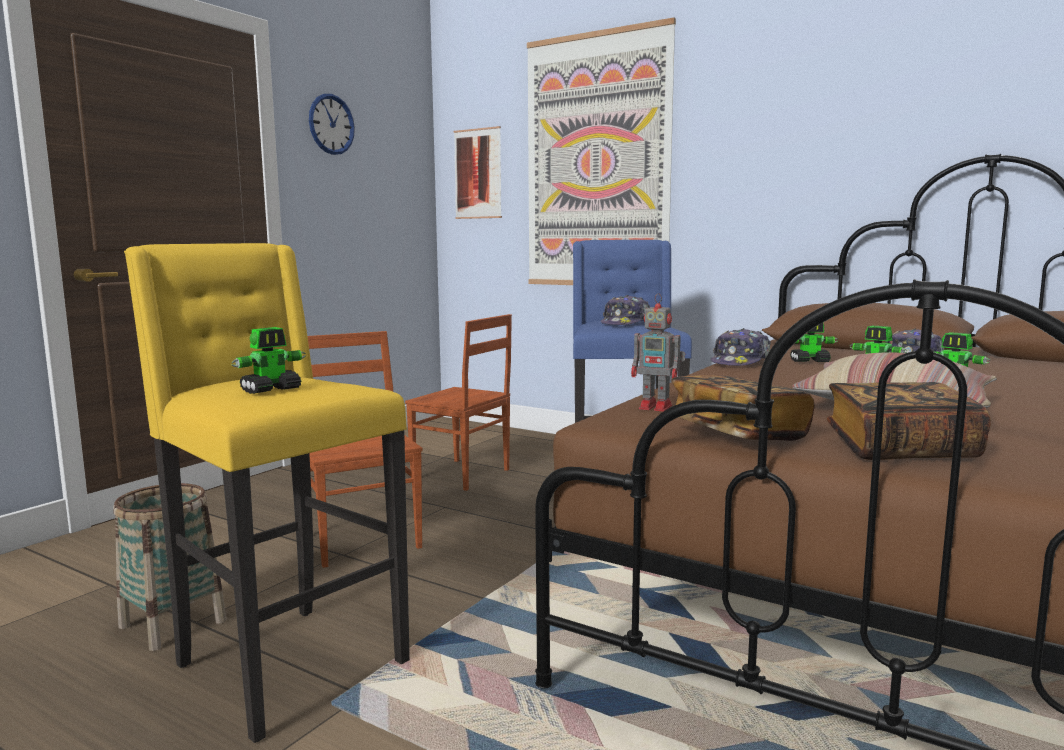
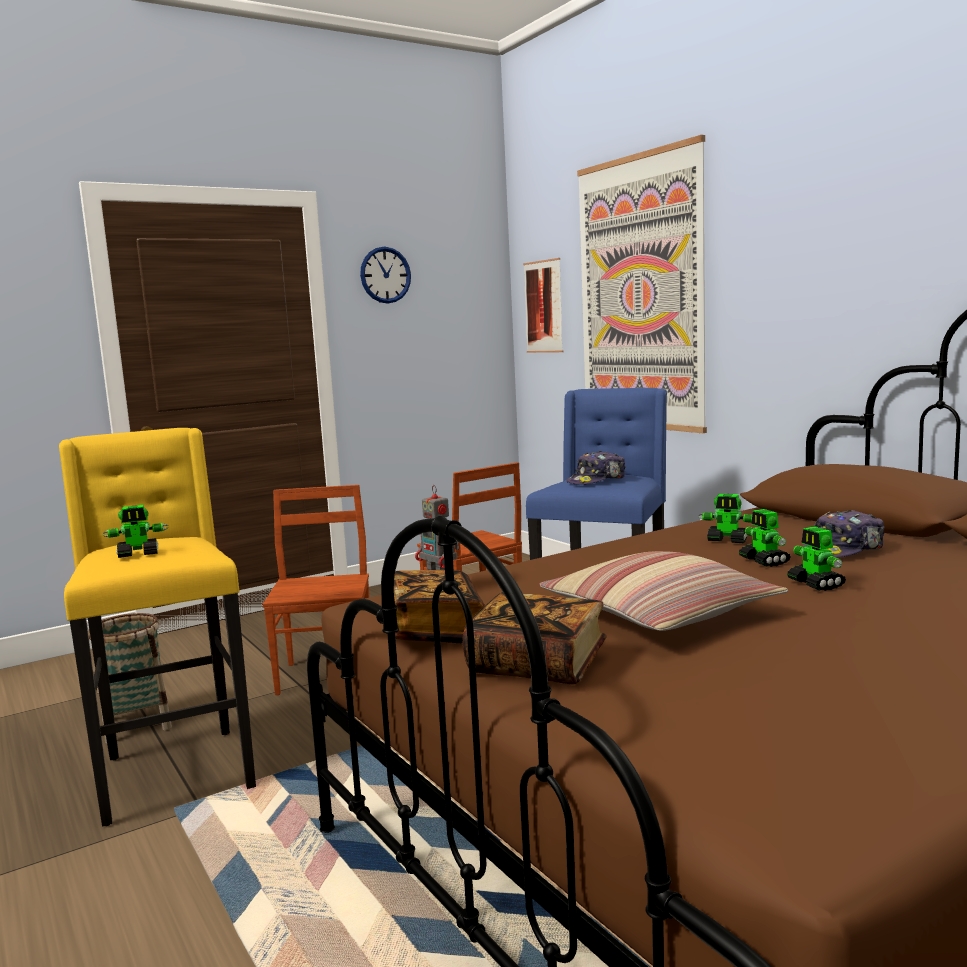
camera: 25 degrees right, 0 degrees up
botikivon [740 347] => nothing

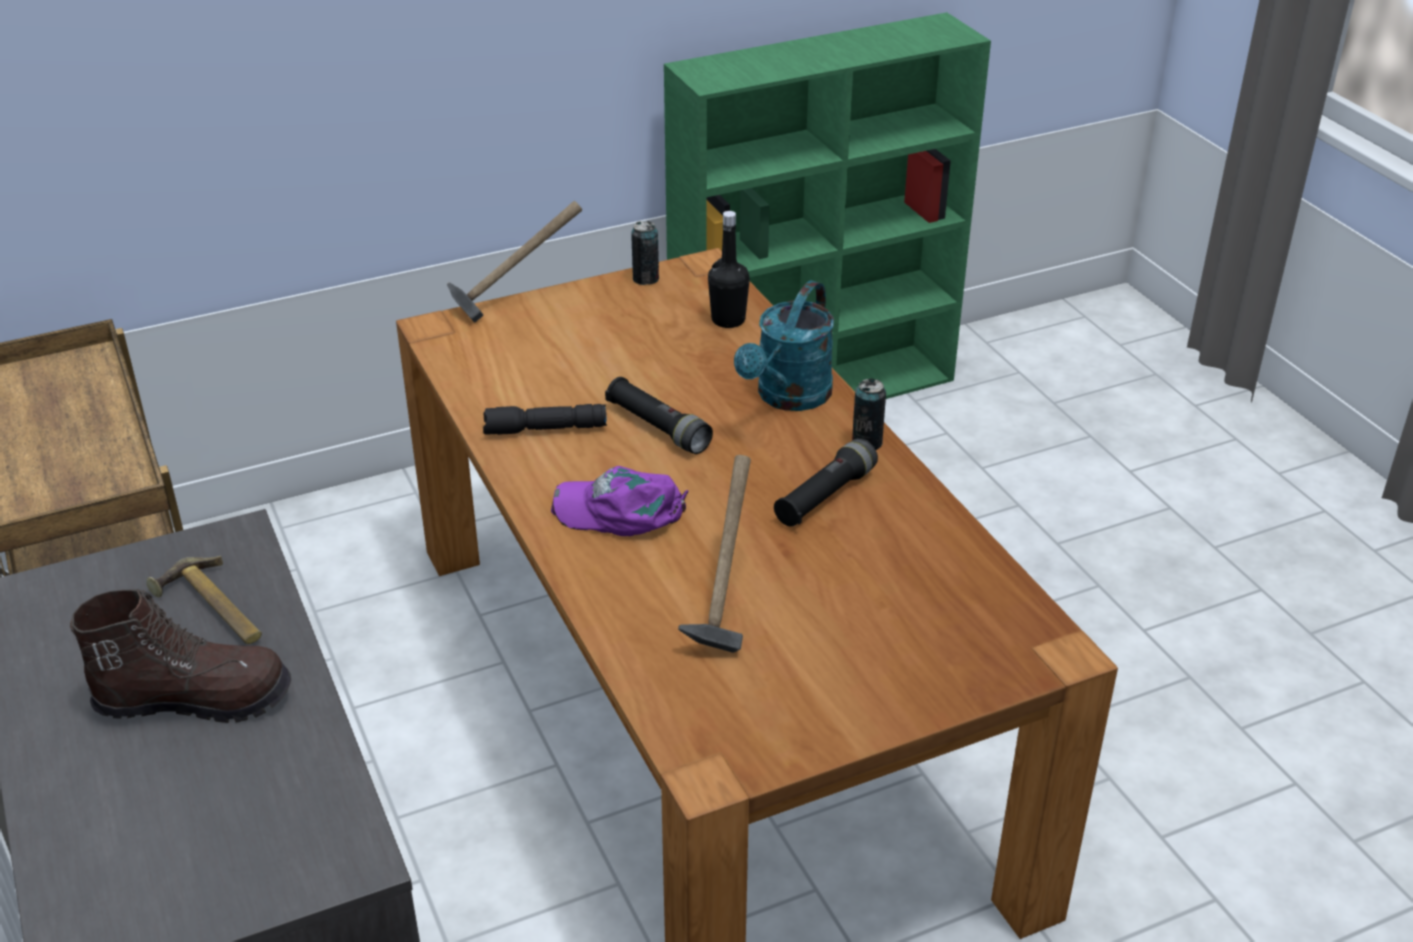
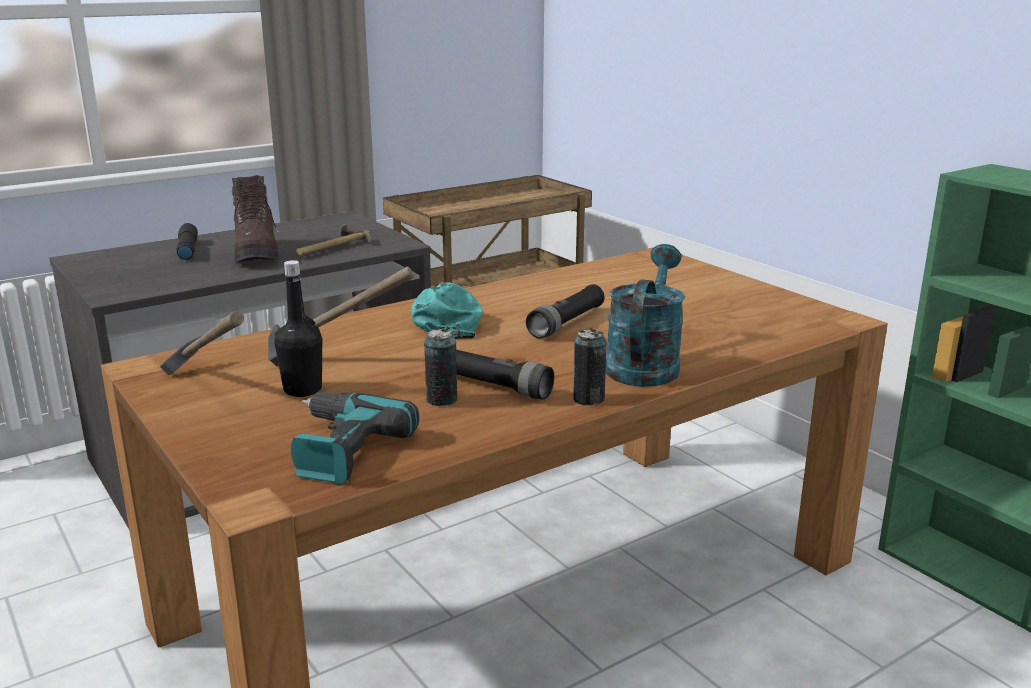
camera: 80 degrees right, 15 degrees down
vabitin [514 261] => vabitin [202 343], relocated
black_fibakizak [729 269] => black_fibakizak [298 328], relocated
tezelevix [645 253] => tezelevix [440 367], relocated
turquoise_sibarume [784 346] => turquoise_sibarume [645 315], 90 degrees clockwise
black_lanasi [545 419] => black_lanasi [187 241], relocated
purple_botikivon [619 501] => turquoise_botikivon [447 311]
nothing => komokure [355 438]

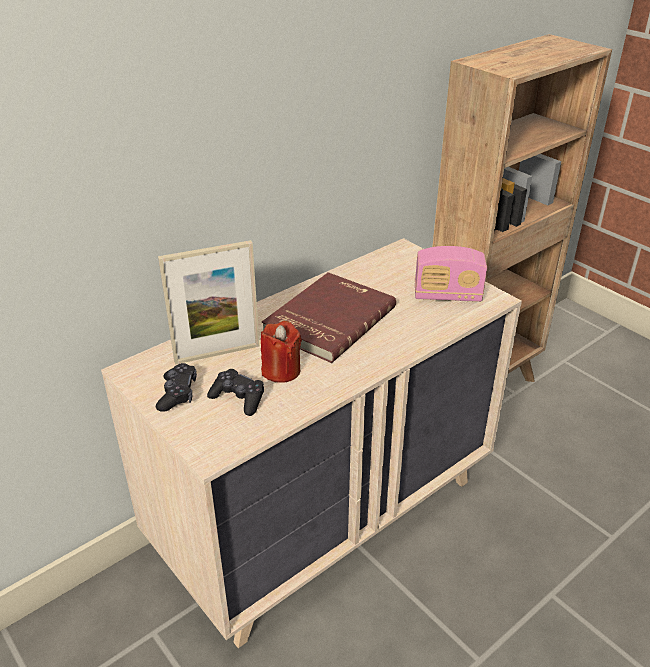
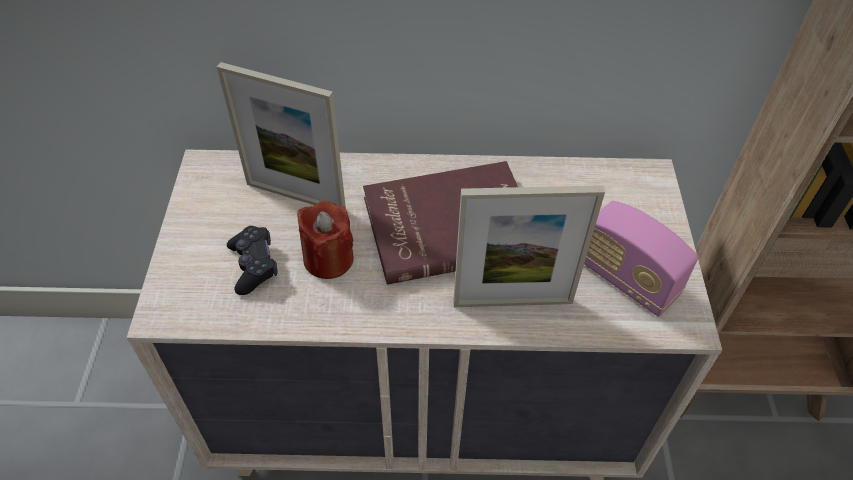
camera: 40 degrees right, 15 degrees up
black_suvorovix [176 387] => nothing
nothing => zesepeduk [529 246]

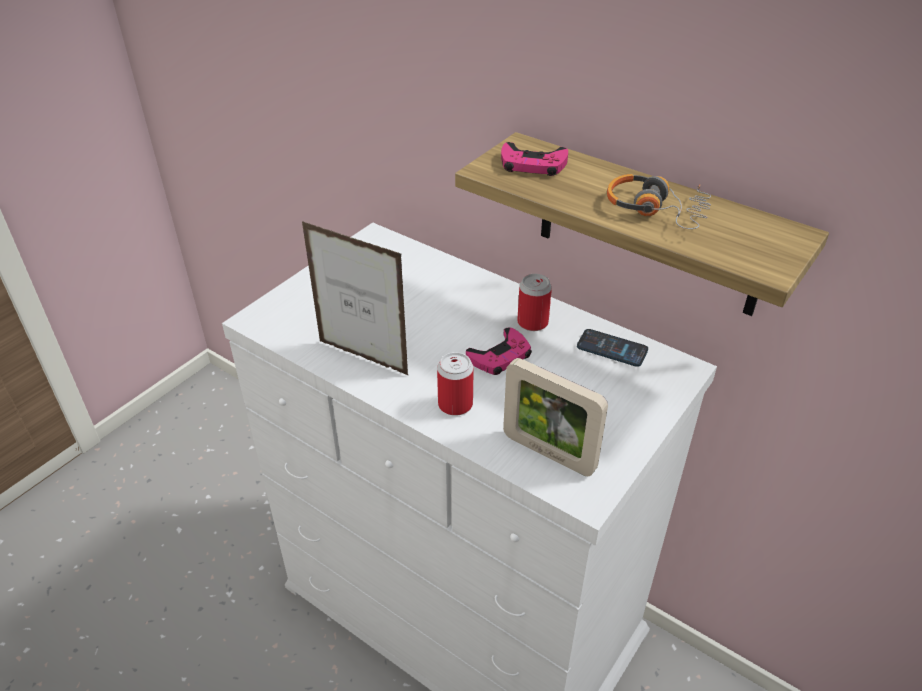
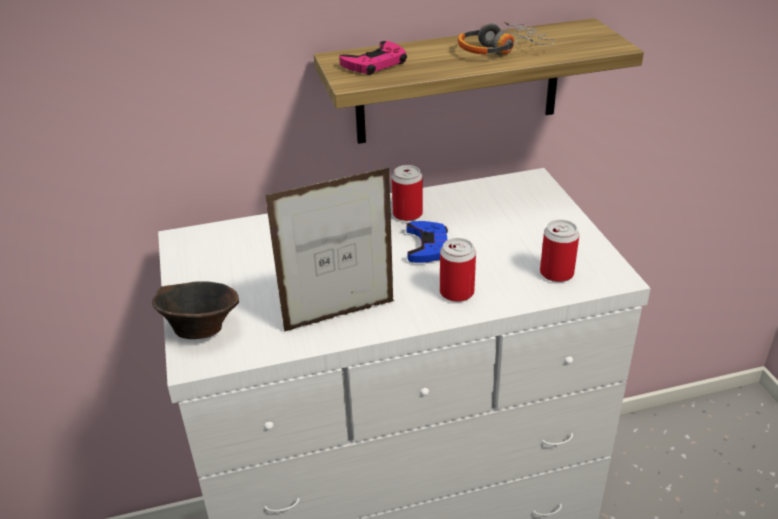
camera: 50 degrees left, 5 degrees down
pink_suvorovix [499 351] => blue_suvorovix [427 242]
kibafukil [612 348] => nothing
zesepeduk [555 417] => tezelevix [559 251]
nothing => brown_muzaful [195 310]

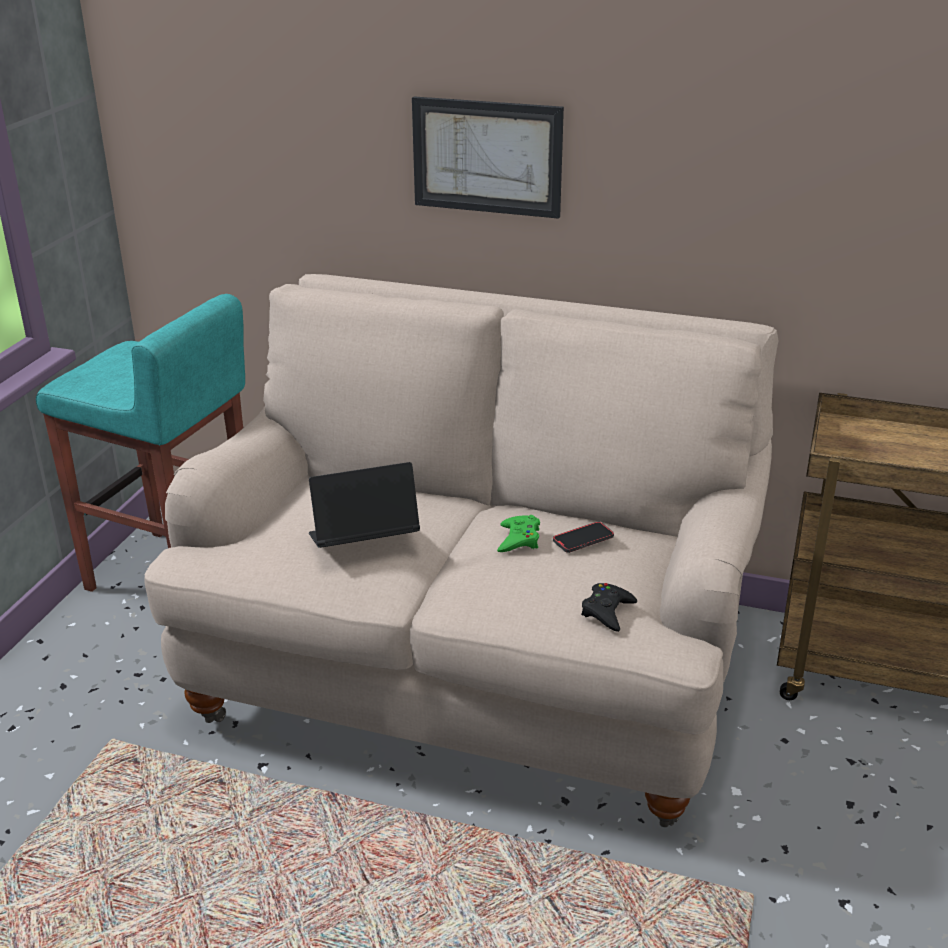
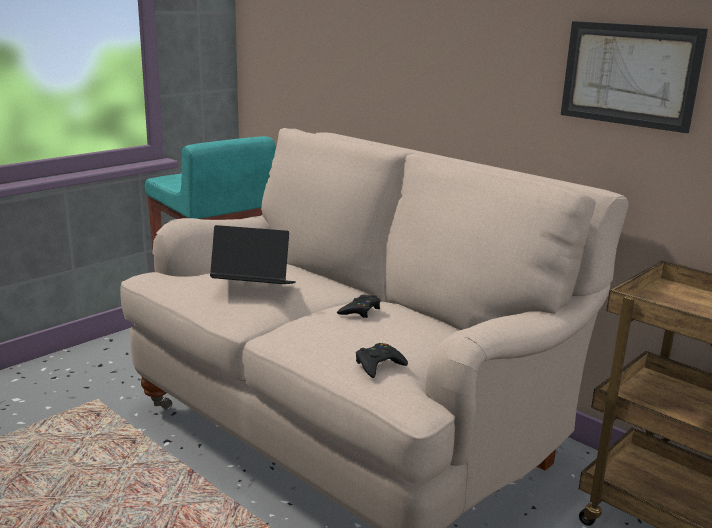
camera: 25 degrees right, 10 degrees down
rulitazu [488 157] => rulitazu [634 77], relocated
green_suvorovix [518 533] => black_suvorovix [358 306]
kibafukil [583 537] => nothing

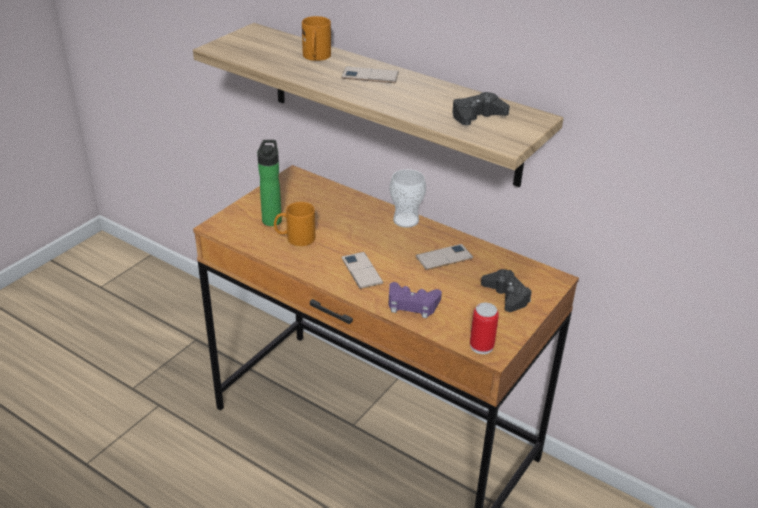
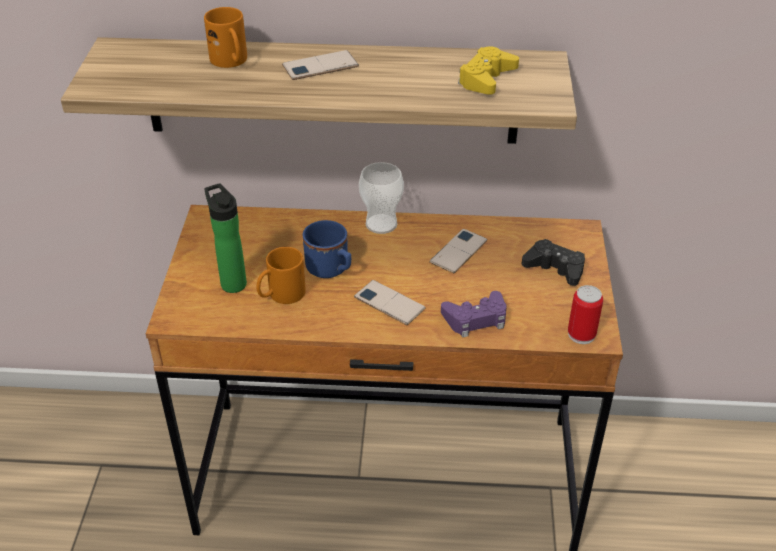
camera: 30 degrees left, 5 degrees up
black_suvorovix [481 108] => yellow_suvorovix [488 70]
nothing => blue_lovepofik [327 249]

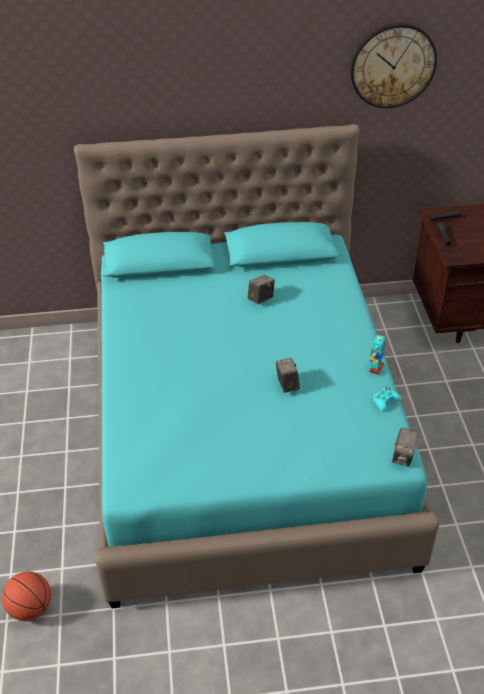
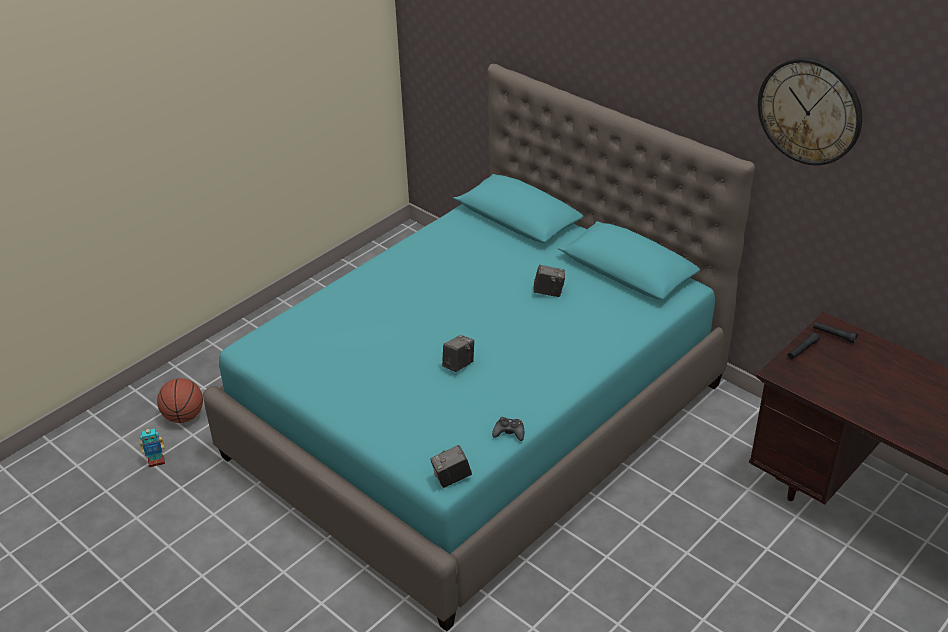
camera: 50 degrees right, 5 degrees down
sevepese [378 354] => sevepese [152 447], relocated
turquoise_suvorovix [387 399] => black_suvorovix [508 429]

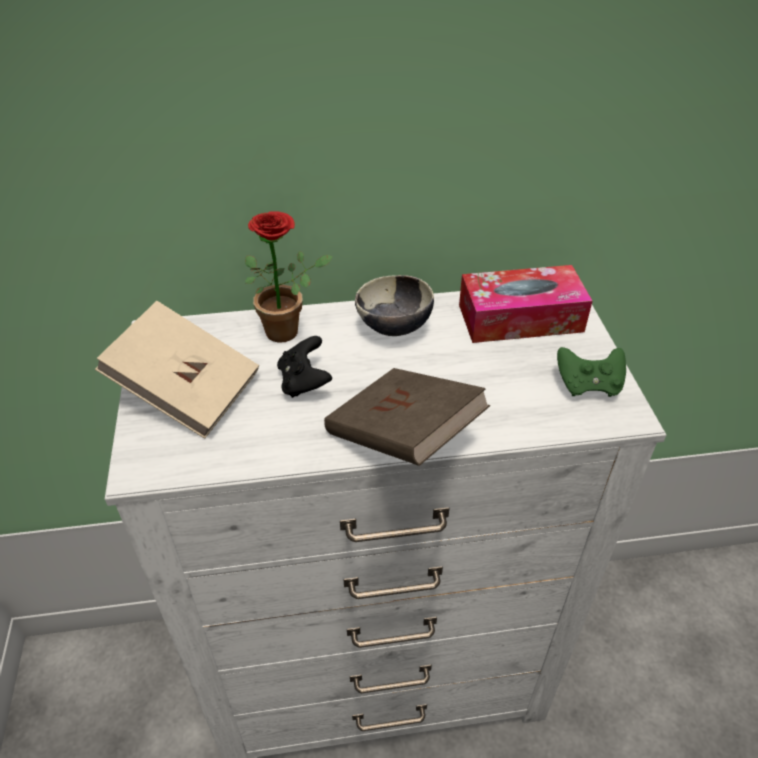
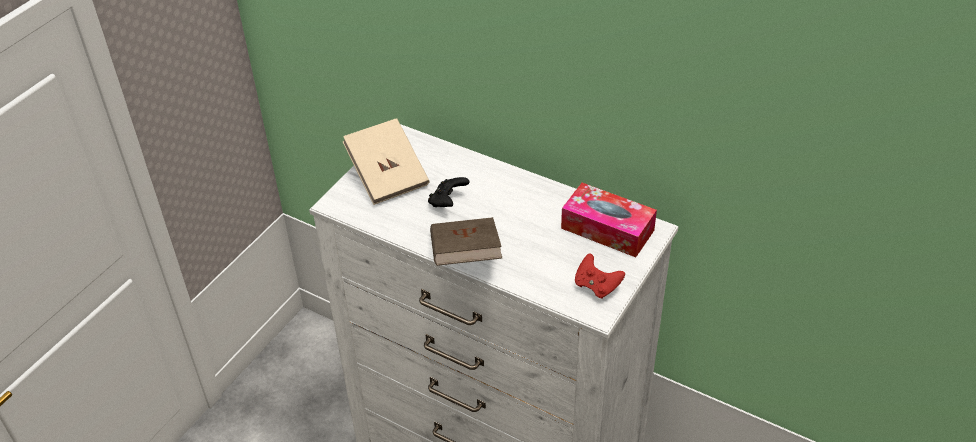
camera: 40 degrees right, 0 degrees up
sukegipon [289 277] => nothing
muzaful [394 305] => nothing
green_suvorovix [591 372] => red_suvorovix [600 276]

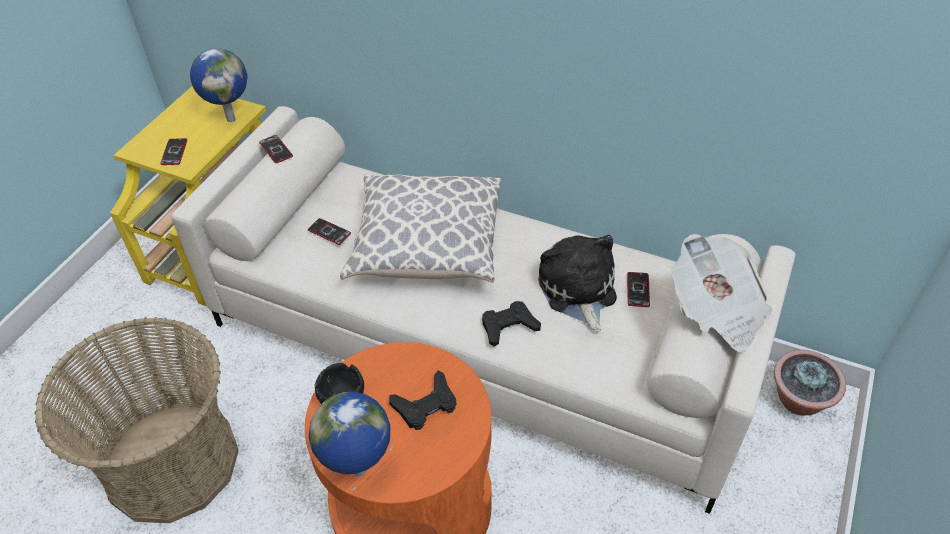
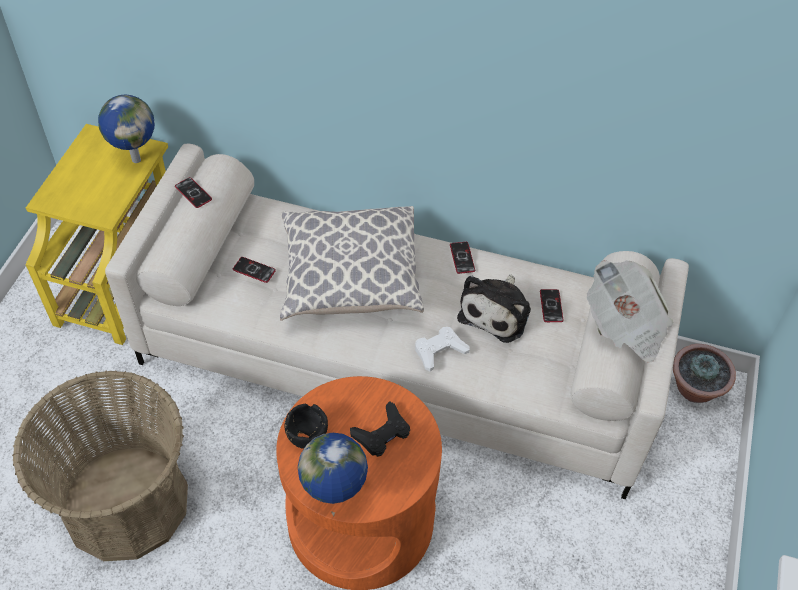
camera: 10 degrees left, 5 degrees up
kibafukil [173 151] => kibafukil [462 258], relocated
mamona [577 283] => mamona [494 308], 135 degrees counterclockwise
black_suvorovix [511 324] => white_suvorovix [442 349]

